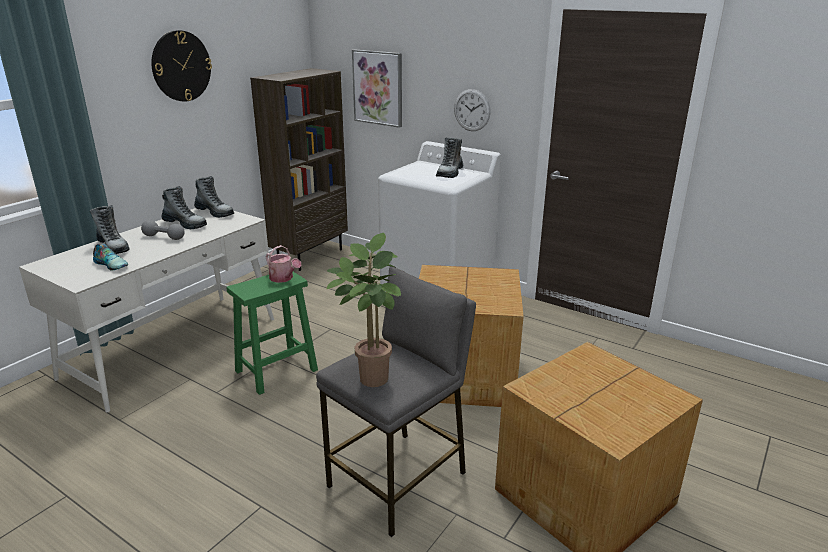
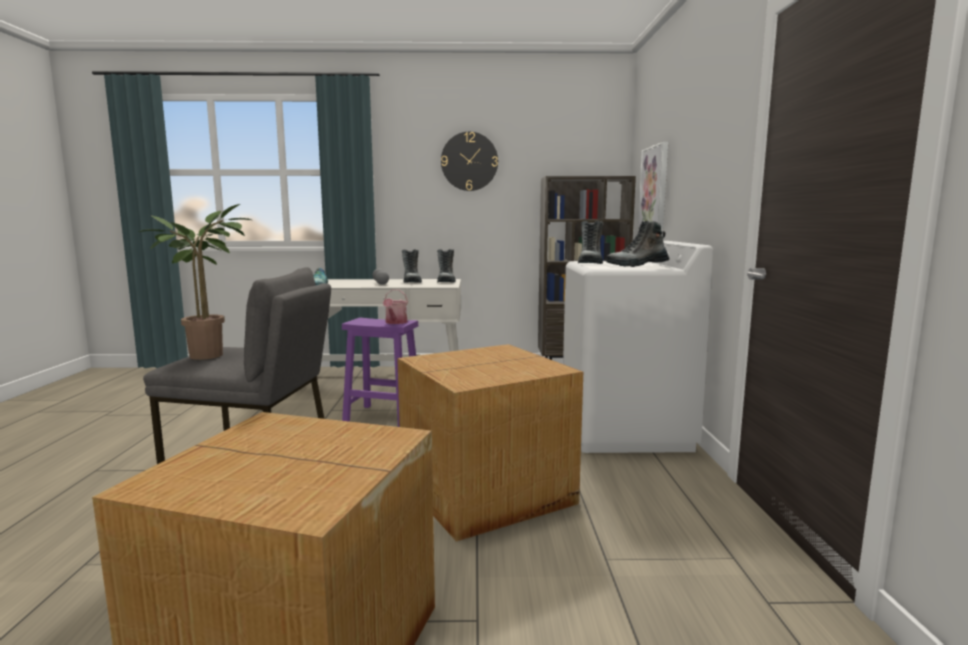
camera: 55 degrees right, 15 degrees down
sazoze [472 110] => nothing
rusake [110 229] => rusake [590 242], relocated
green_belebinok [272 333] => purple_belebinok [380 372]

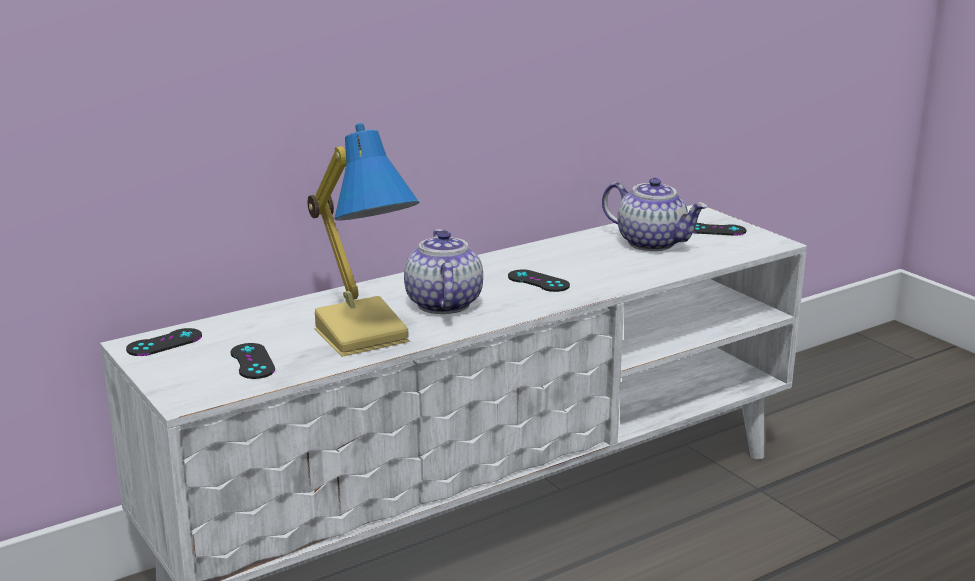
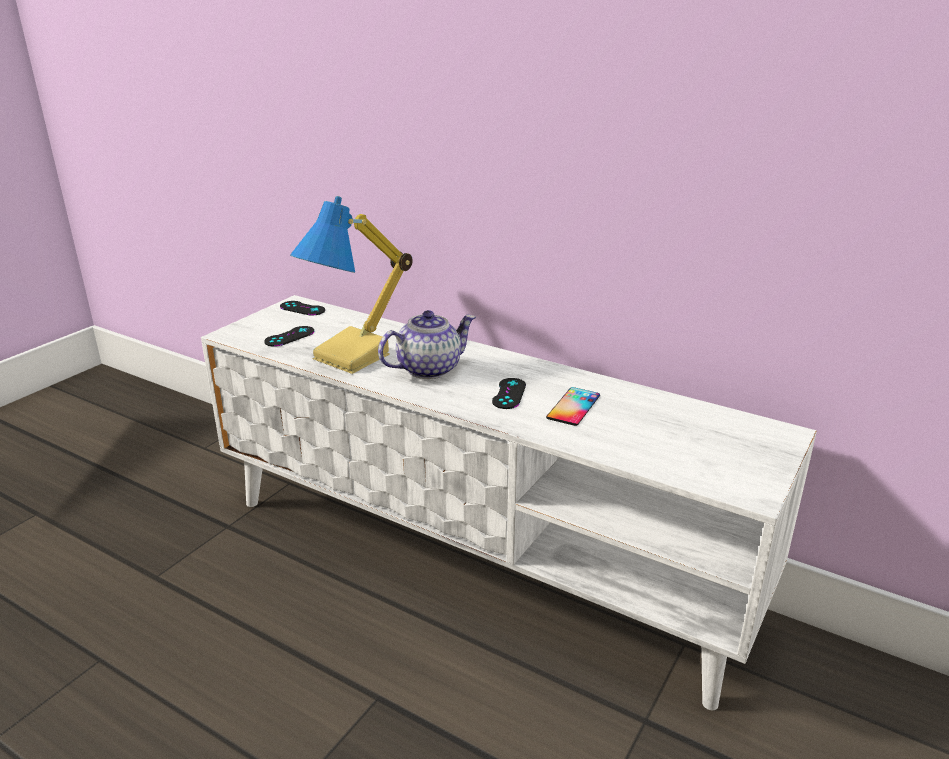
camera: 65 degrees right, 5 degrees up
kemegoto [655 214] => nothing
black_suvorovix [719 229] => nothing
nothing => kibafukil [573 406]

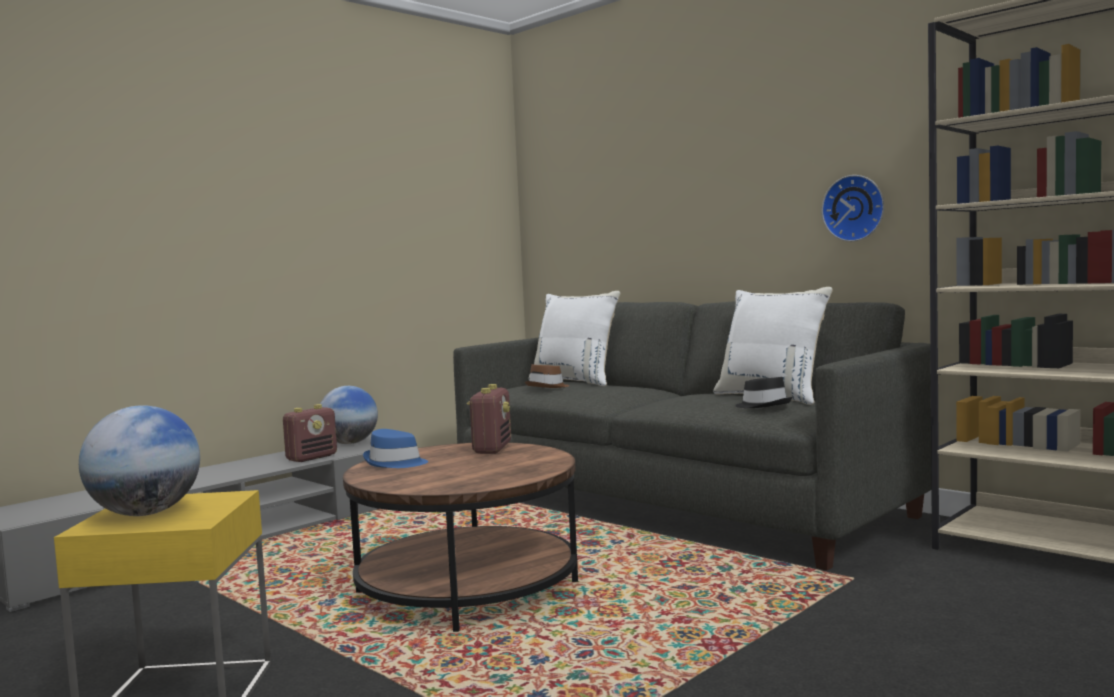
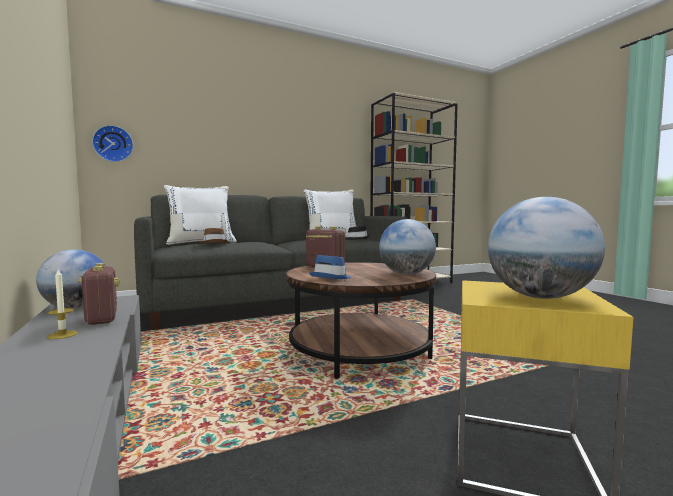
camera: 70 degrees left, 0 degrees up
sazoze [853 208] => sazoze [113 143], relocated
nothing => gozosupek [407 247]
nothing => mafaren [62 304]

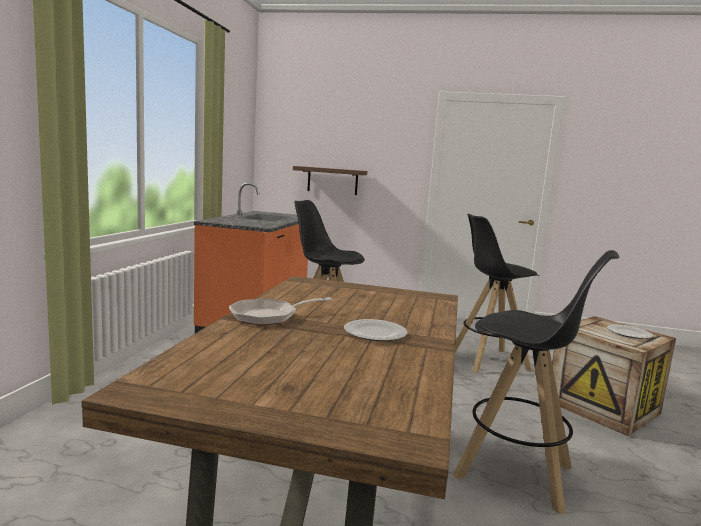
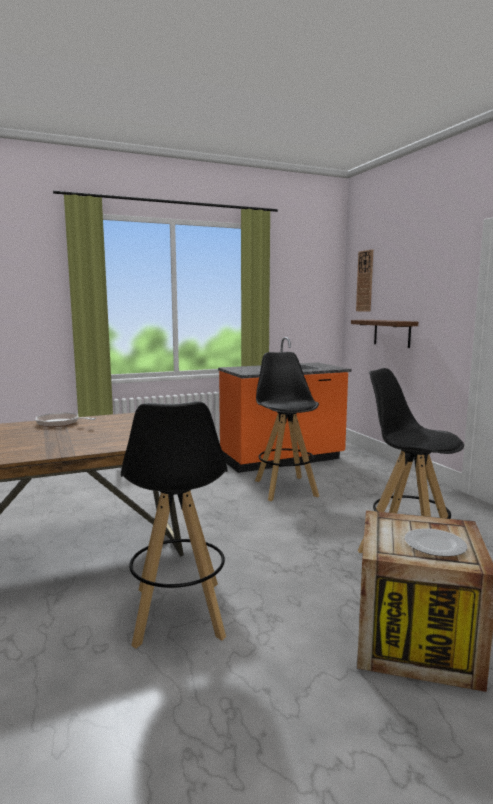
camera: 55 degrees right, 0 degrees up
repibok [376 330] => nothing
nothing => sazoze [364 281]

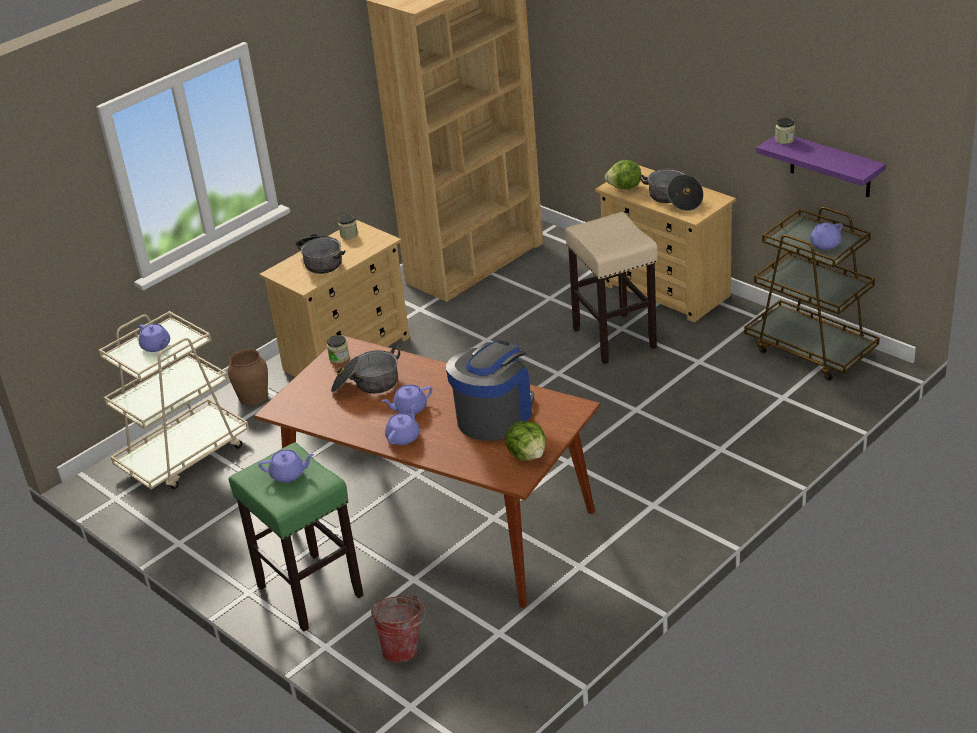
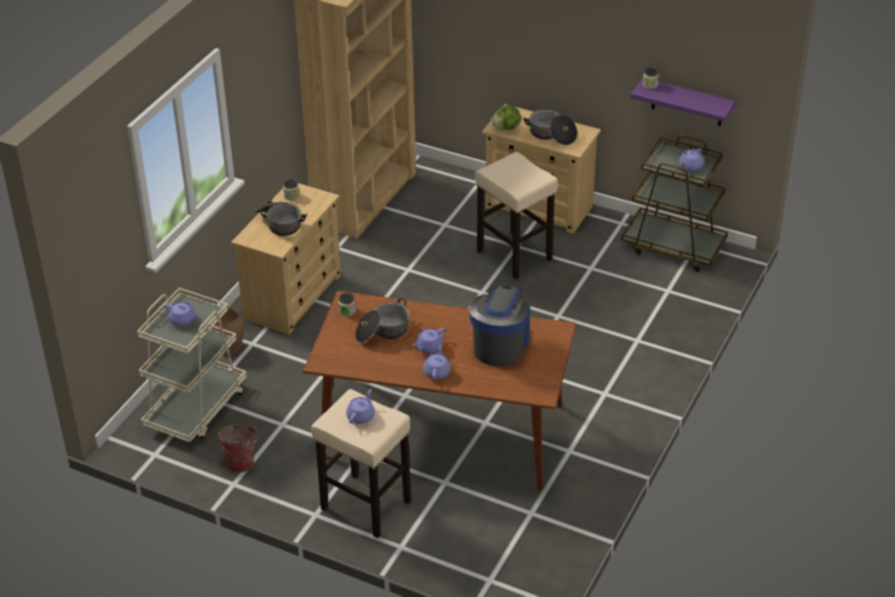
camera: 20 degrees left, 5 degrees up
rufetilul [525 441] => nothing
green_belebinok [296 537] => beige_belebinok [361 463]
purple_kemegoto [286 466] => purple_kemegoto [360 406], 45 degrees counterclockwise
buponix [398 629] => buponix [238 447], relocated

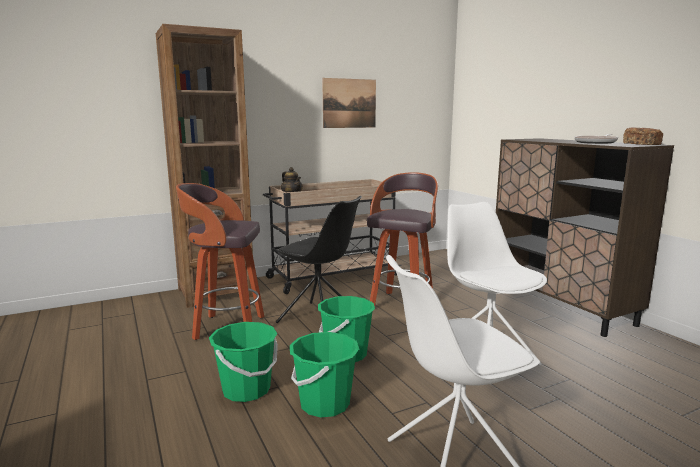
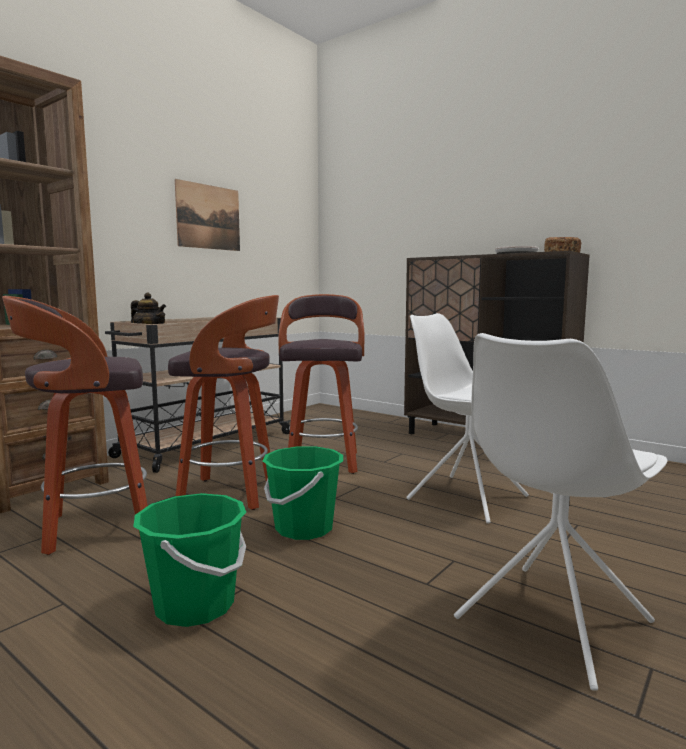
camera: 25 degrees left, 5 degrees down
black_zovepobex [318 259] => belebinok [223 402]
green_buponix [324 374] => nothing

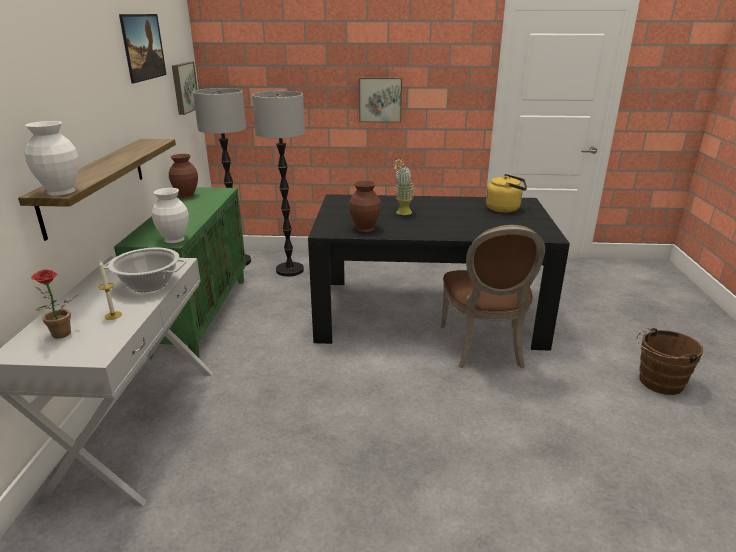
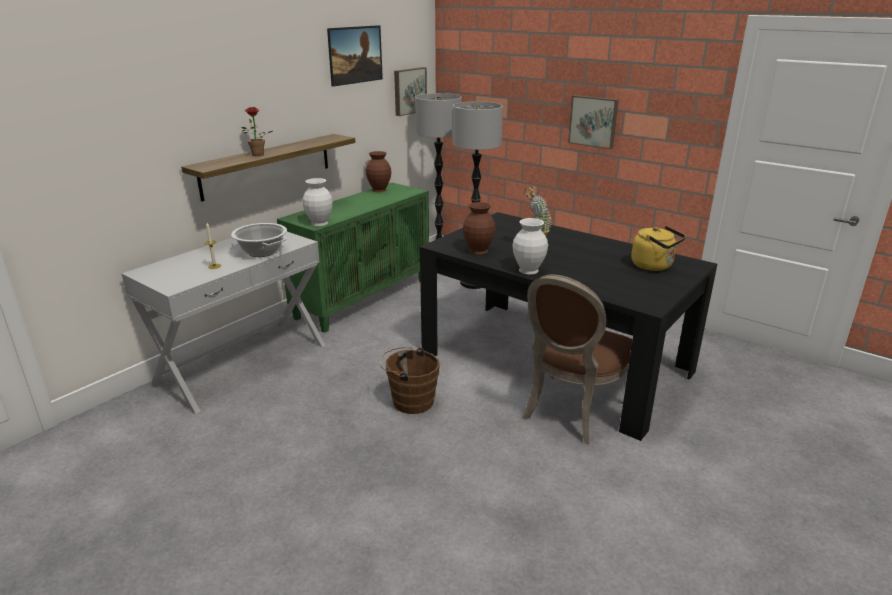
camera: 35 degrees right, 0 degrees up
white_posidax [52 158] => white_posidax [530 246], relocated
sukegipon [54 304] => sukegipon [257 131], relocated
brown_buponix [670 361] => brown_buponix [410 380], relocated

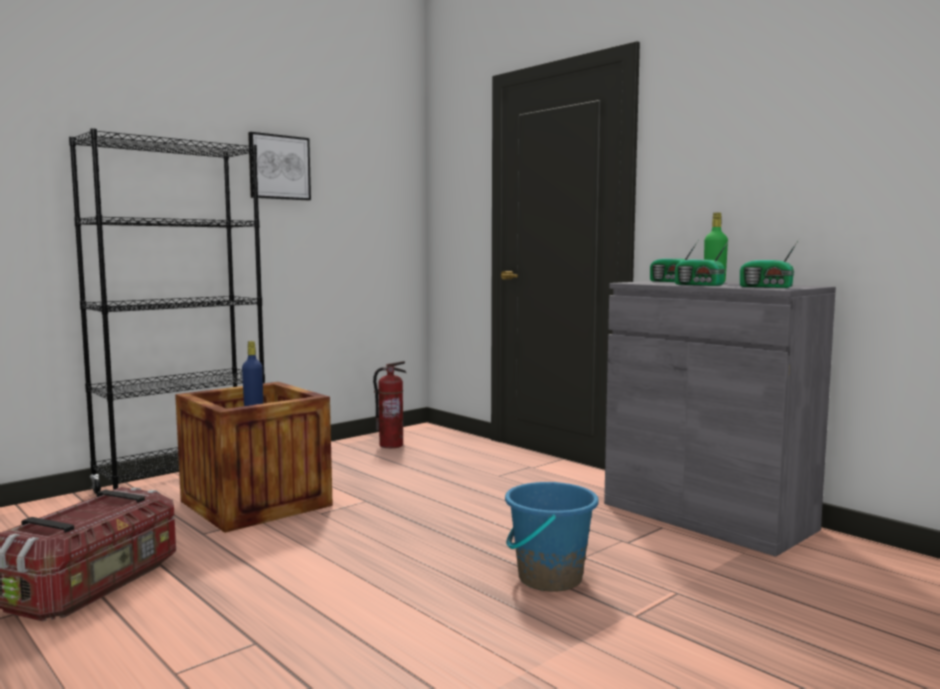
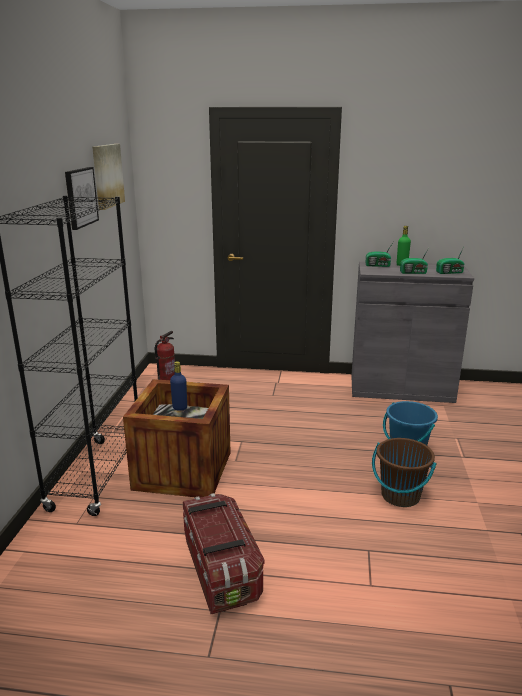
camera: 40 degrees left, 15 degrees up
nothing => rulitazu [108 177]
nothing => brown_buponix [404 472]

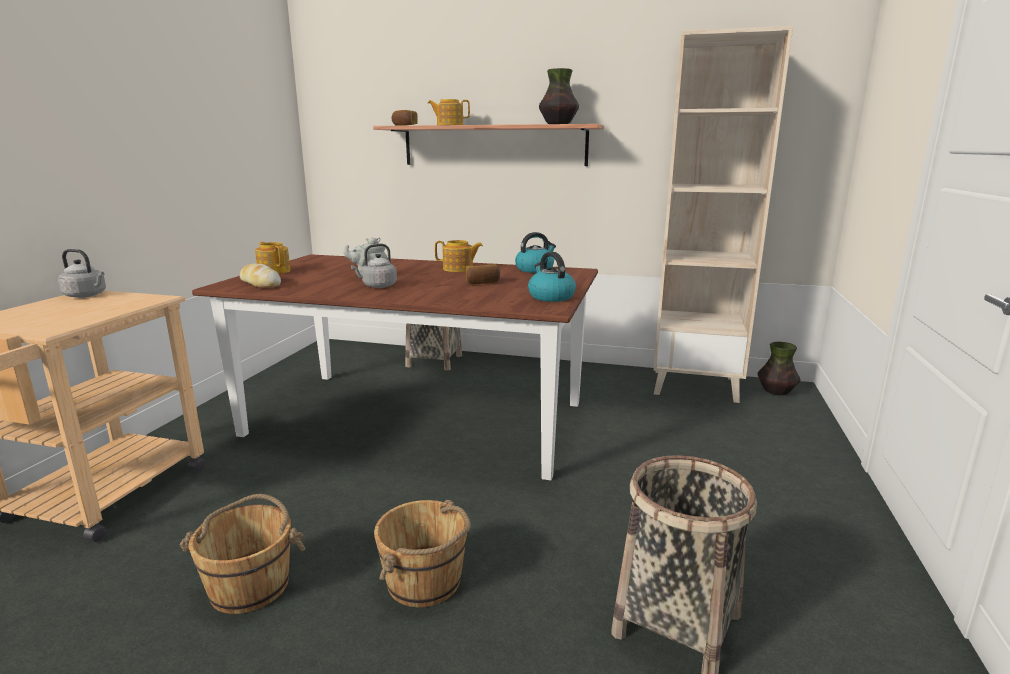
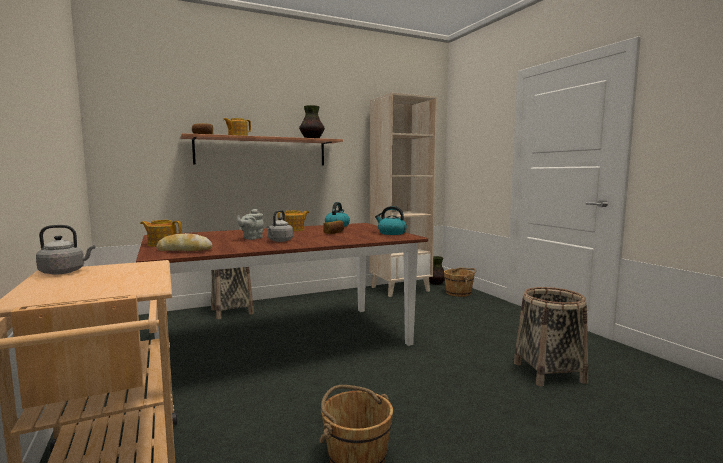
camera: 40 degrees left, 10 degrees down
brown_buponix [422 553] => brown_buponix [460 282], relocated

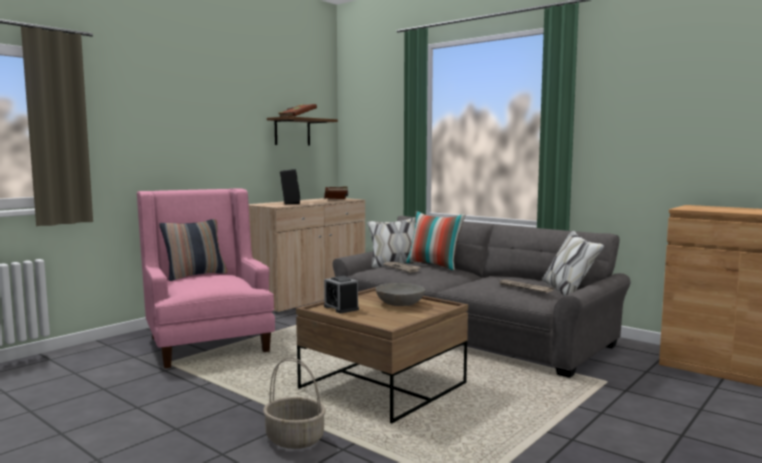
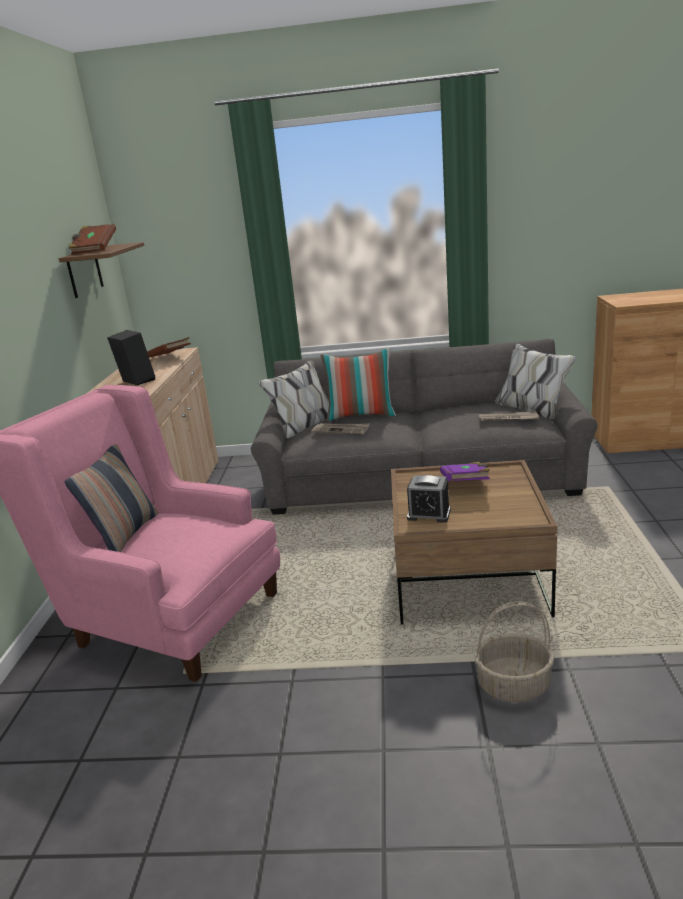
camera: 35 degrees left, 15 degrees up
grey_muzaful [400 294] => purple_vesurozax [465 471]

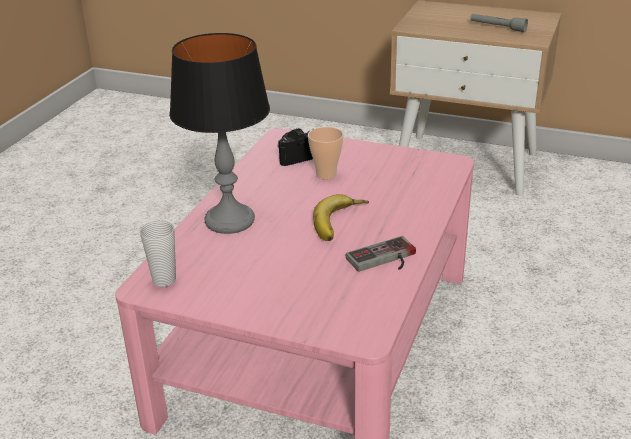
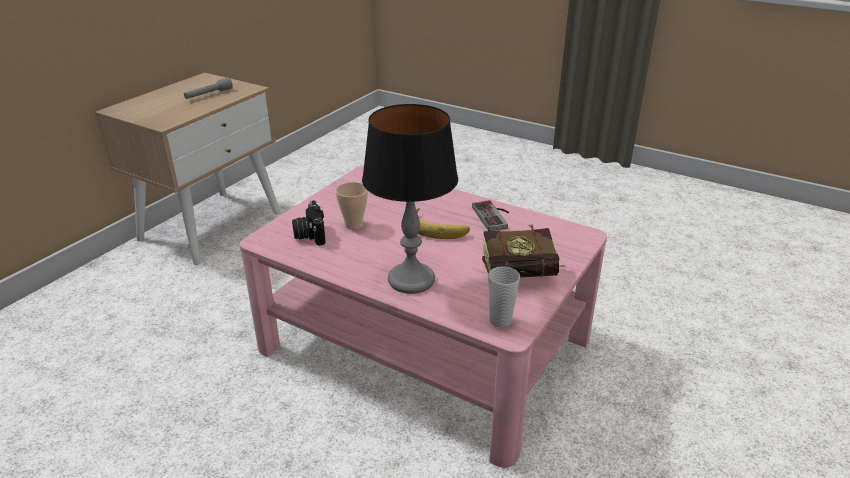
camera: 80 degrees left, 0 degrees up
nothing => vesurozax [523 250]

